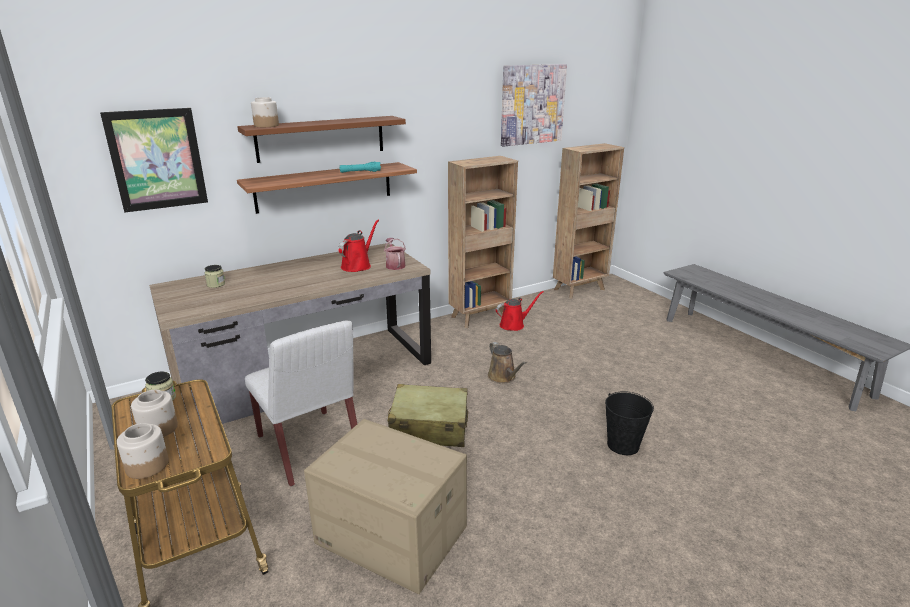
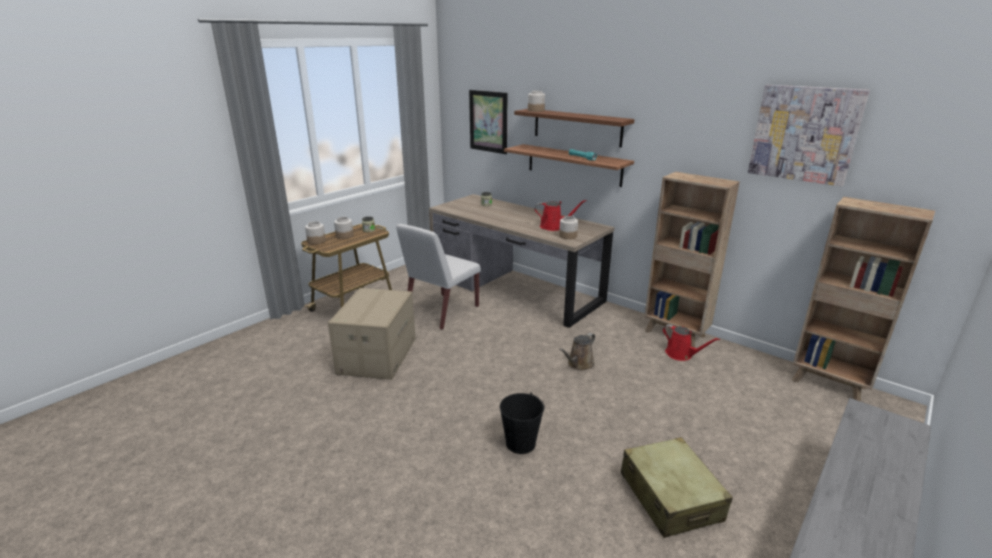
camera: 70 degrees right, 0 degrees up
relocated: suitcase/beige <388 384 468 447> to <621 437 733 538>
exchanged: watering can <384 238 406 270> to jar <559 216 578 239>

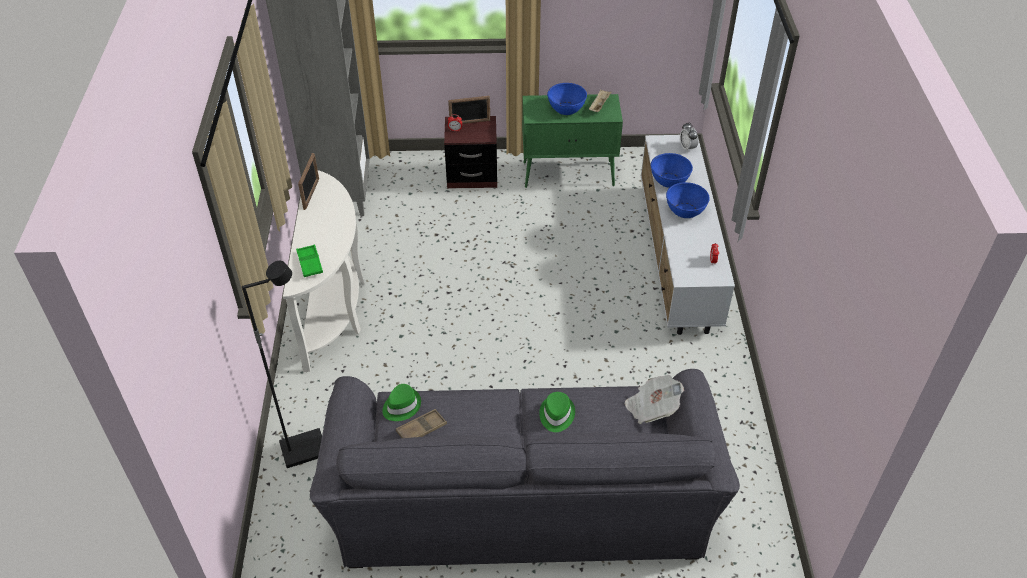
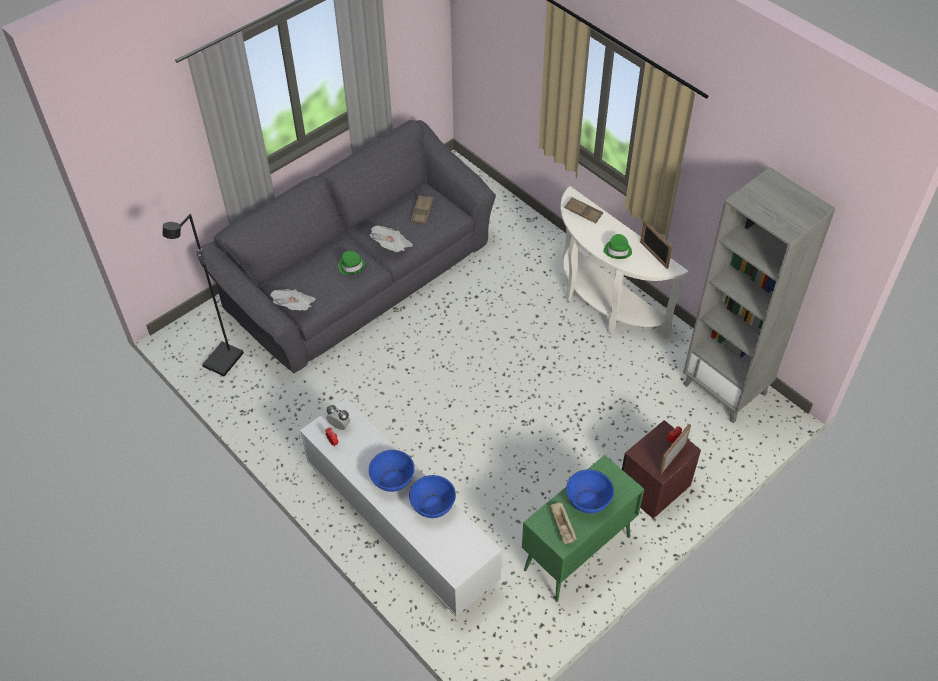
camera: 140 degrees right, 5 degrees up
appeared: newspaper <370 225 413 252>
relocated: alarm clock <680 122 699 152> to <326 405 351 430>; floor lamp/black <242 261 322 468> to <163 214 244 376>; hat/green <383 384 421 421> to <604 234 632 259>
colour: tray/green <296 244 323 277> to tray/brown <565 197 603 223>

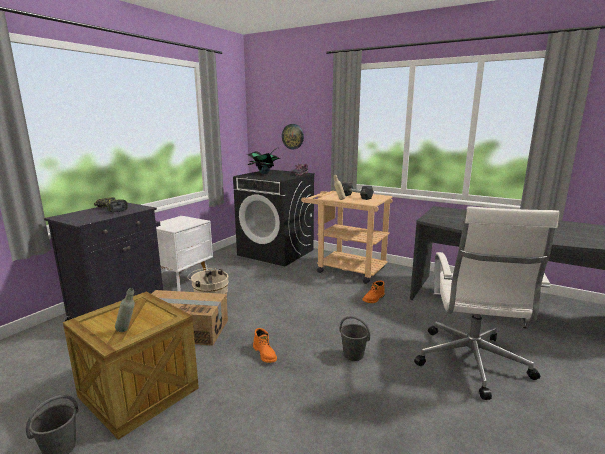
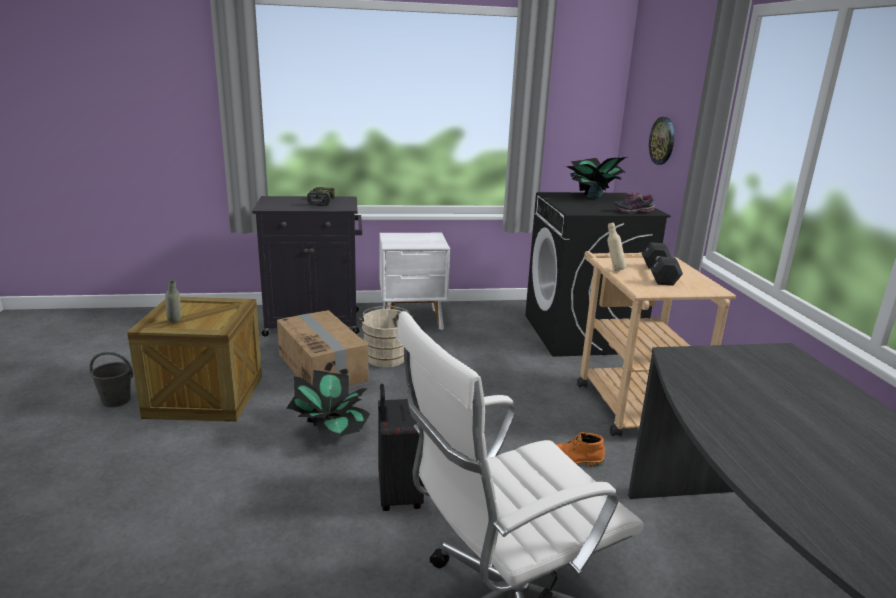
camera: 50 degrees right, 5 degrees up
exchanged: bucket/grey <340 316 370 361> to suitcase/black <378 384 424 511>; boot/orange <253 328 277 363> to potted plant <286 370 370 440>

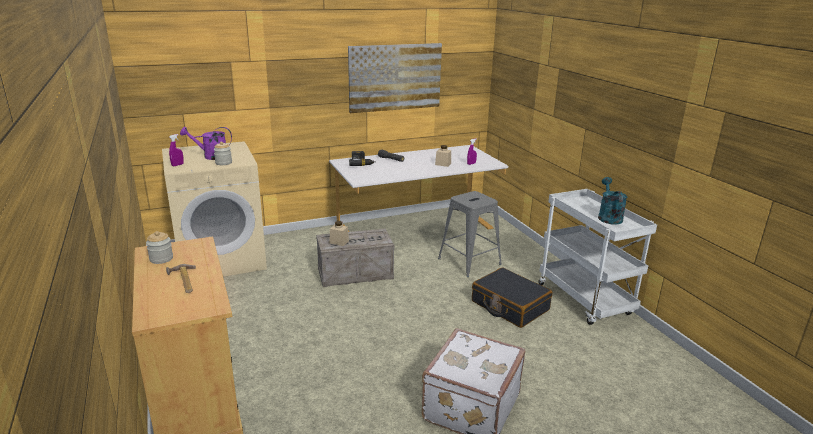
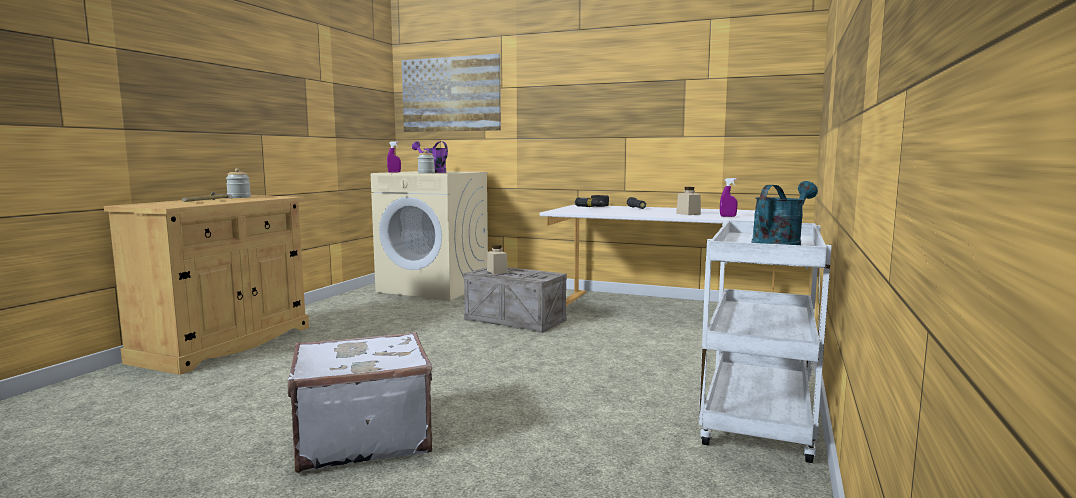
camera: 45 degrees right, 15 degrees down
missing: stool/grey <438 191 502 277>; suitcase/black <472 267 552 328>
relocated: picture <348 43 442 113> to <401 54 501 132>

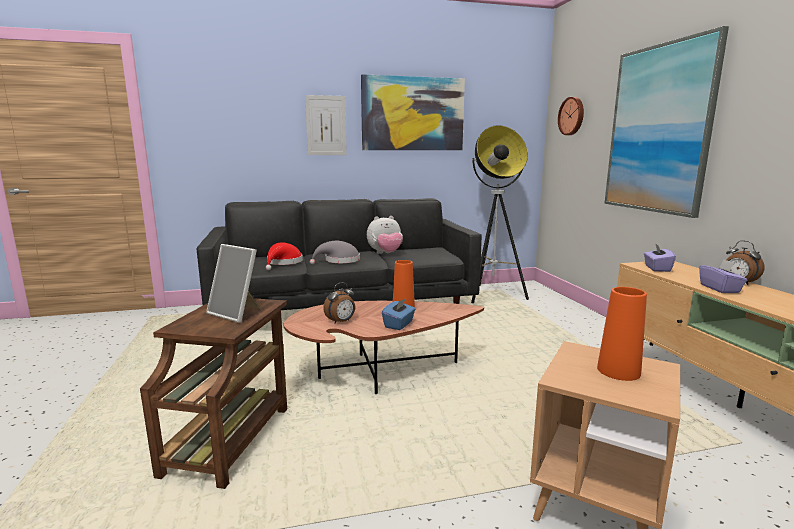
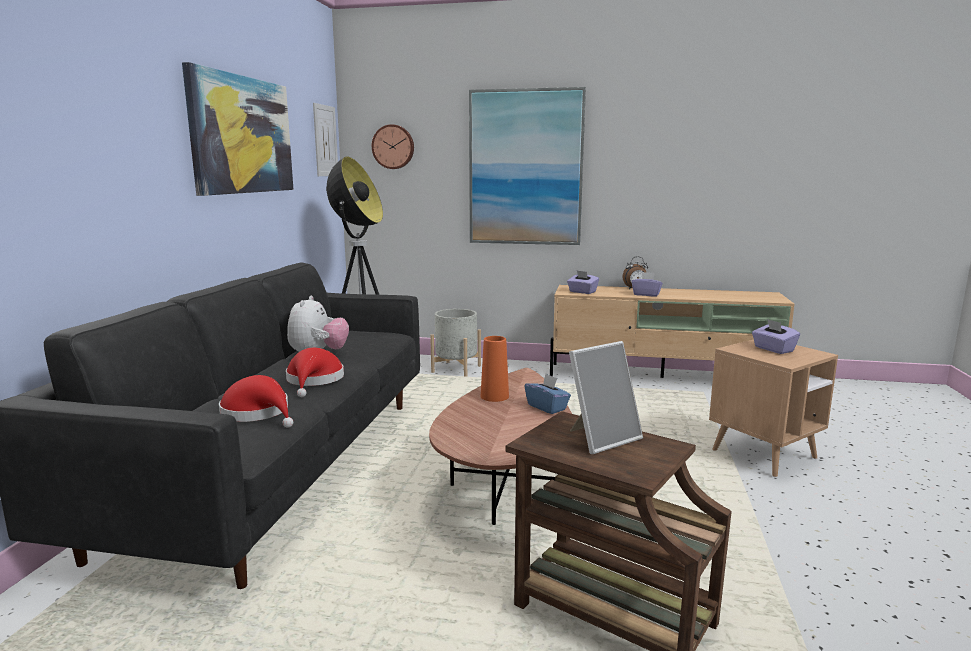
camera: 65 degrees left, 0 degrees up
missing: alarm clock <323 282 355 324>
appeared: planter/grey <430 309 481 377>
relocated: picture <305 95 347 155> to <313 103 338 176>
exchanged: vase/orange <597 287 647 381> to tissue box/purple <752 319 800 354>
colour: hat/grey <310 241 360 264> to hat/red <286 348 344 397>

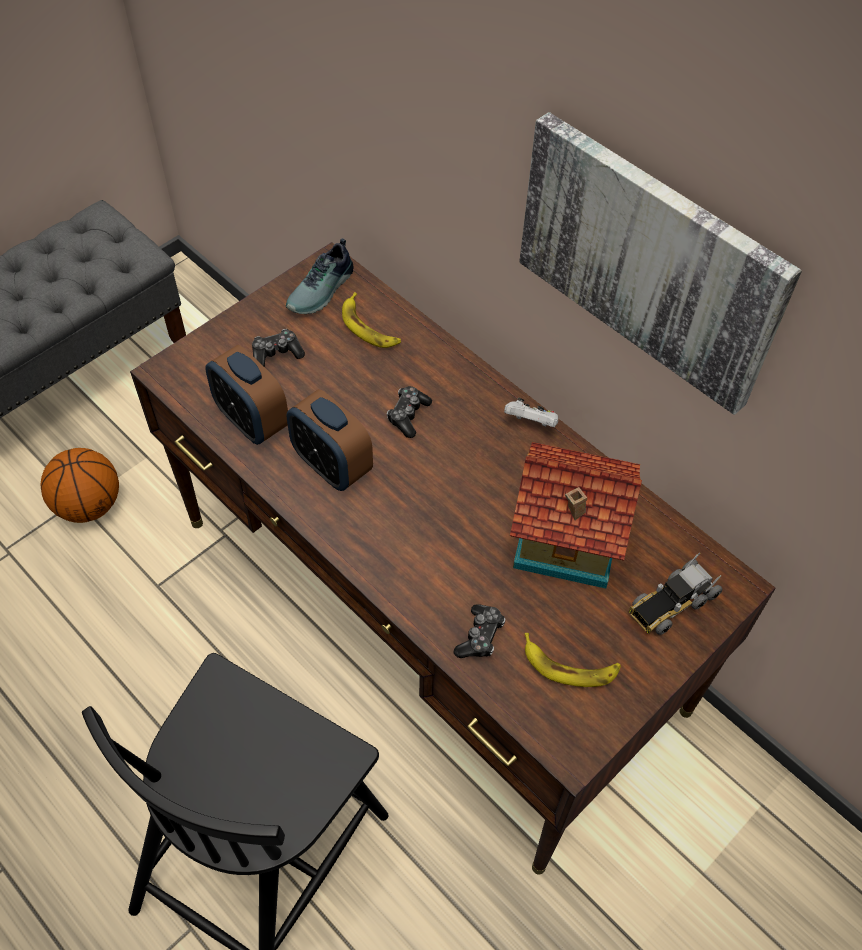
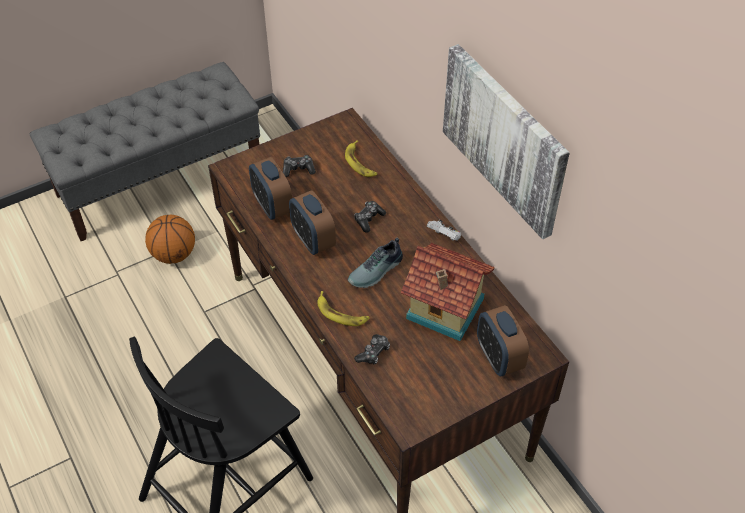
camera: 15 degrees right, 5 degrees down
relocated: shoe <286 238 354 314> to <348 238 403 288>; banana <525 633 621 687> to <317 291 370 326>
exchanged: toy truck <629 553 722 635> to alarm clock <477 305 529 376>

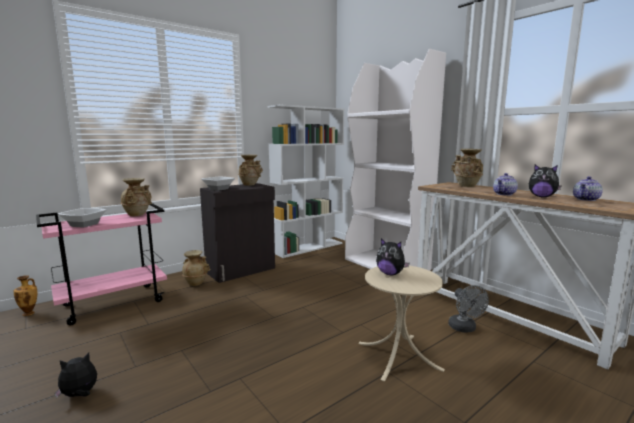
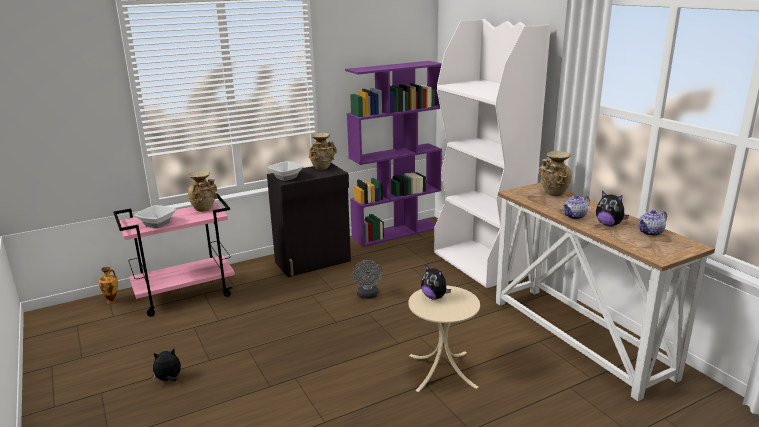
camera: 10 degrees right, 10 degrees up
missing: vase/beige <182 250 210 286>
relocated: fan/grey <448 285 489 333> to <353 260 382 299>
colour: bookcase/white <268 105 344 258> to bookcase/purple <345 61 442 247>

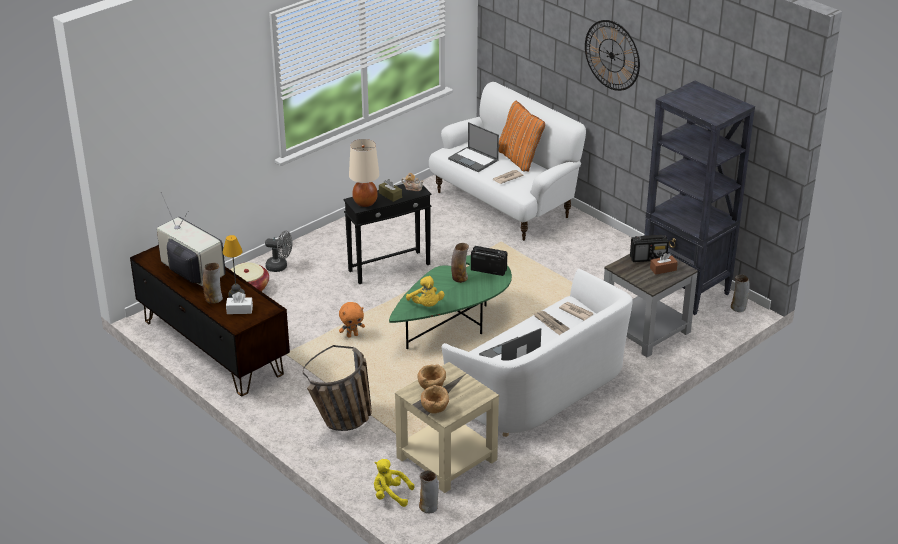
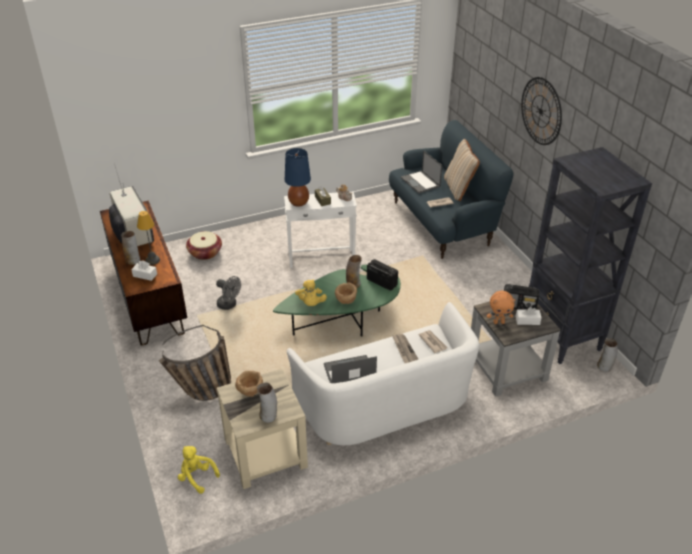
camera: 20 degrees right, 5 degrees up
relocated: fan/grey <265 231 293 272> to <216 276 241 310>; plush toy/orange <339 302 365 338> to <487 291 515 324>; bowl/brown <421 385 449 414> to <335 282 357 304>; vase <419 470 438 513> to <257 383 277 423>
colour: sofa/white <429 82 586 241> to sofa/blue <389 120 513 259>; pillow/orange <499 101 545 172> to pillow/beige <444 139 480 201>; table lamp/beige <349 139 380 207> to table lamp/blue <285 148 311 207>; side table/black <343 184 432 284> to side table/white <284 192 357 268>; tissue box/brown <650 253 678 275> to tissue box/white <515 307 542 325>

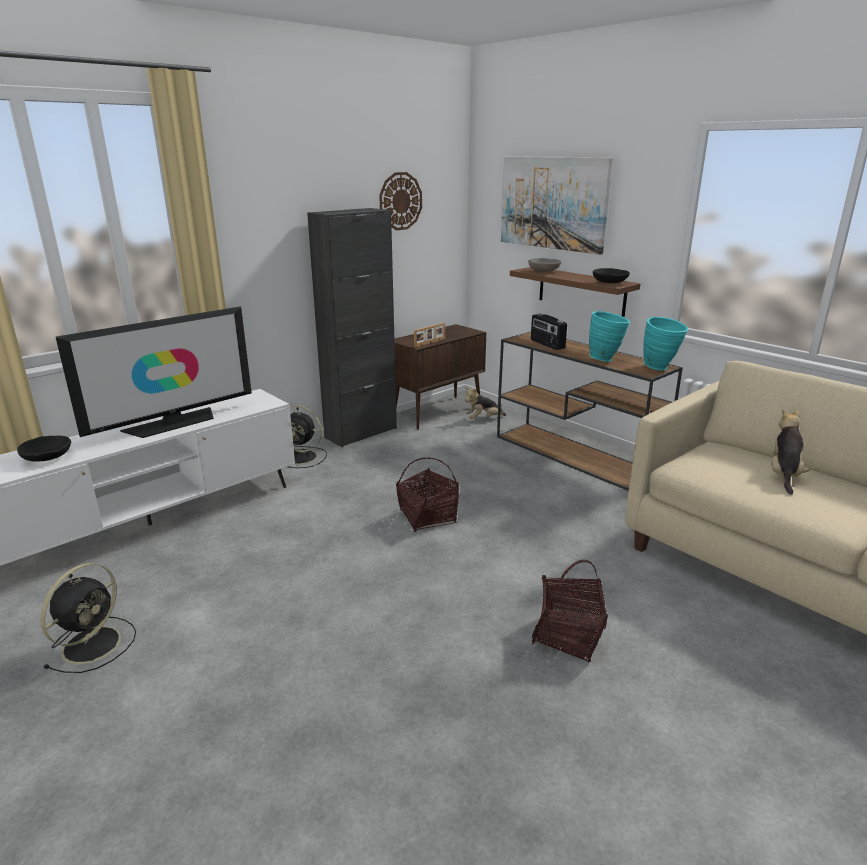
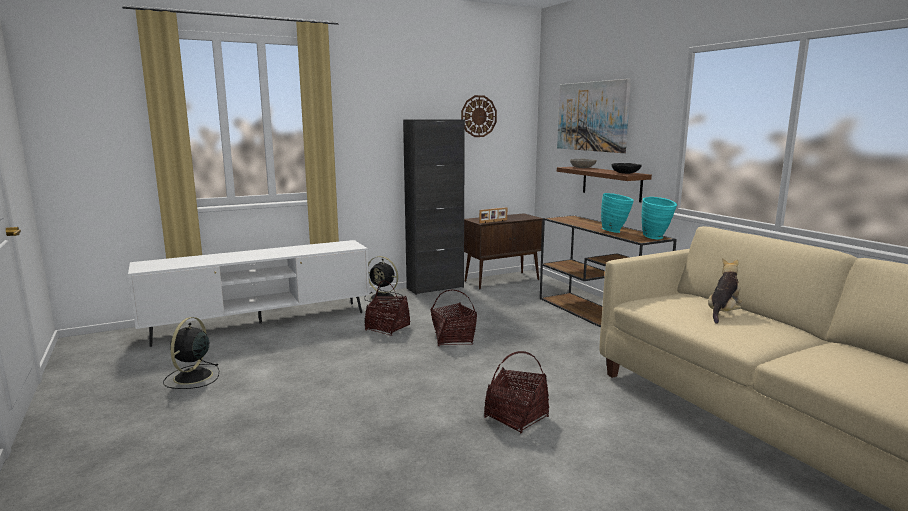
camera: 15 degrees right, 10 degrees down
missing: television <56 306 252 438>; radio <531 314 567 350>; plush toy <465 388 506 419>; bowl/black <17 436 71 462>
appeared: basket <365 280 410 336>
spun: fan/black <41 563 136 673> = <163 317 219 389> 150 degrees clockwise

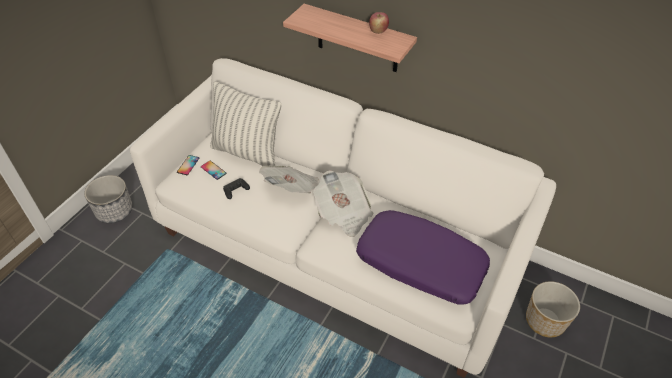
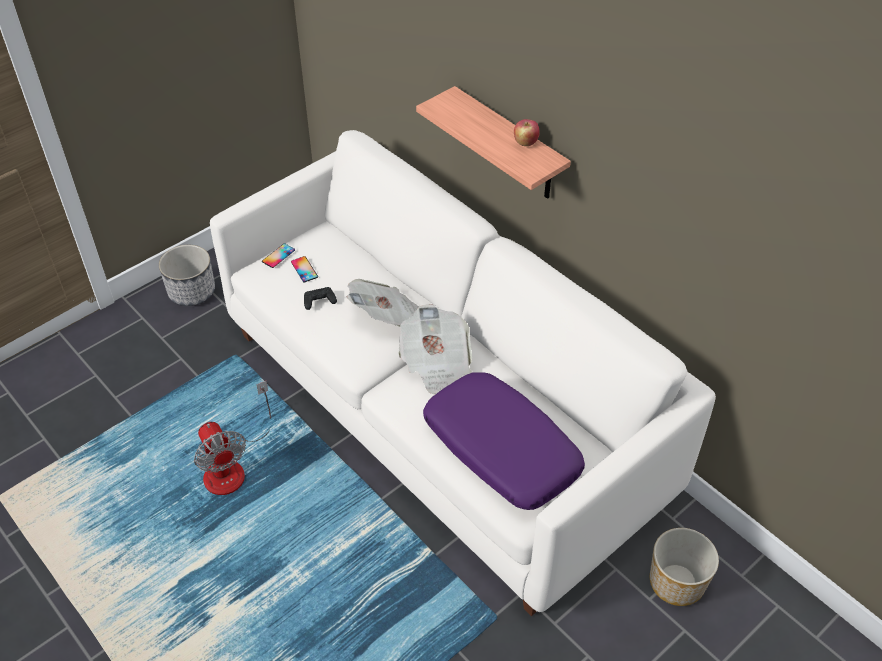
camera: 20 degrees right, 0 degrees up
missing: pillow <210 82 281 166>
appeared: fan <194 381 271 495>

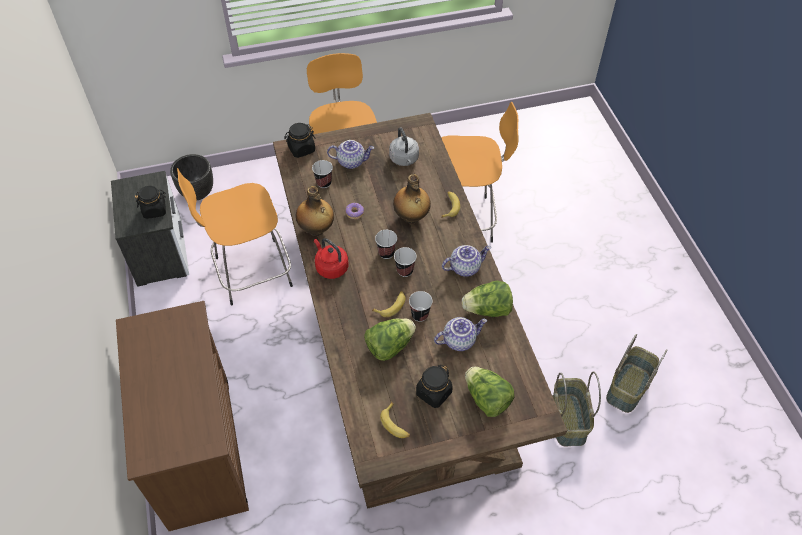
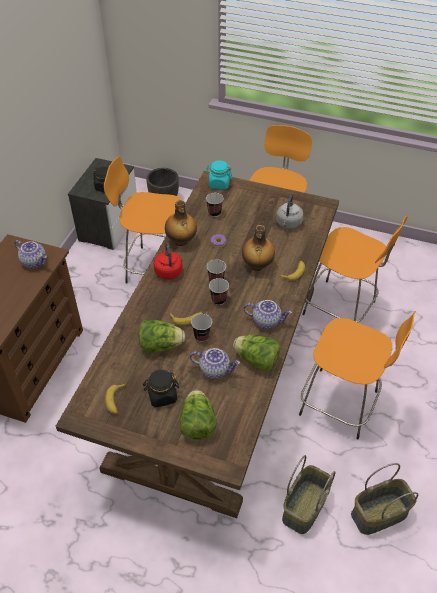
camera: 35 degrees right, 5 degrees down
appeared: stool/orange <299 311 416 440>
relocated: teapot <327 140 374 169> to <15 240 47 268>
colour: jar/black <284 123 316 158> to jar/turquoise <206 160 232 189>

